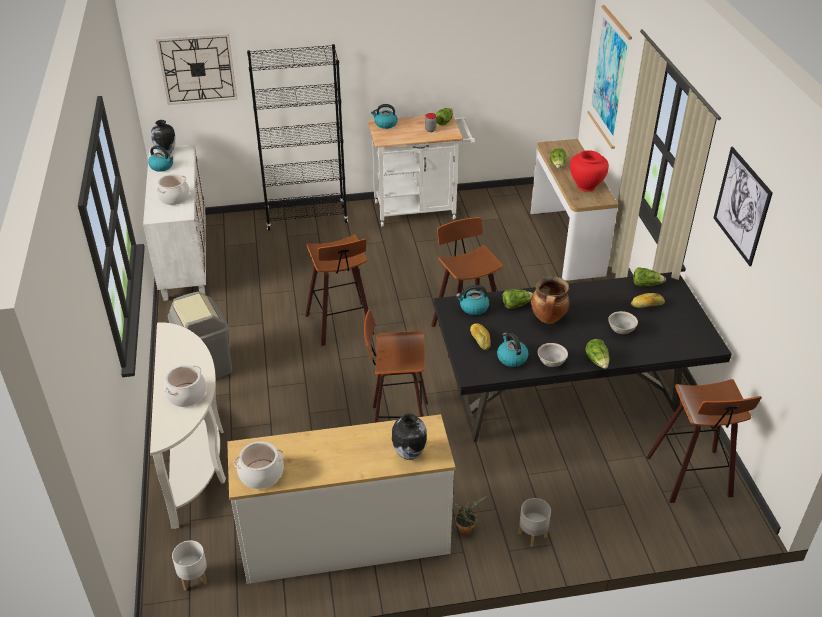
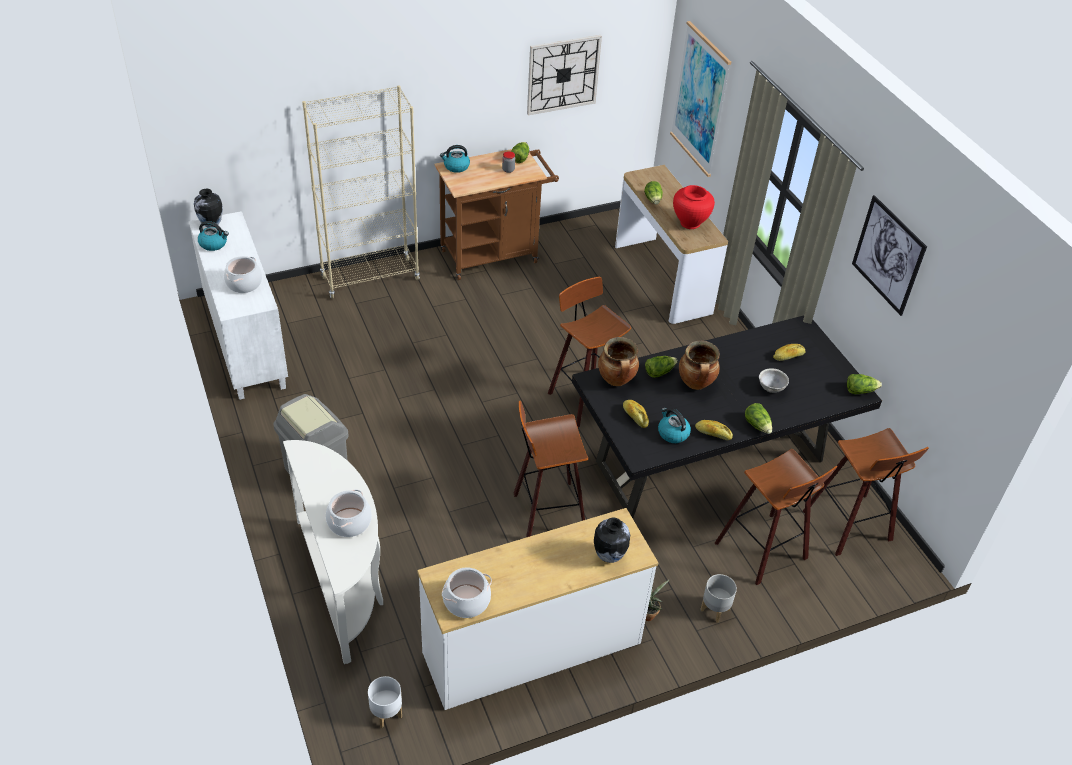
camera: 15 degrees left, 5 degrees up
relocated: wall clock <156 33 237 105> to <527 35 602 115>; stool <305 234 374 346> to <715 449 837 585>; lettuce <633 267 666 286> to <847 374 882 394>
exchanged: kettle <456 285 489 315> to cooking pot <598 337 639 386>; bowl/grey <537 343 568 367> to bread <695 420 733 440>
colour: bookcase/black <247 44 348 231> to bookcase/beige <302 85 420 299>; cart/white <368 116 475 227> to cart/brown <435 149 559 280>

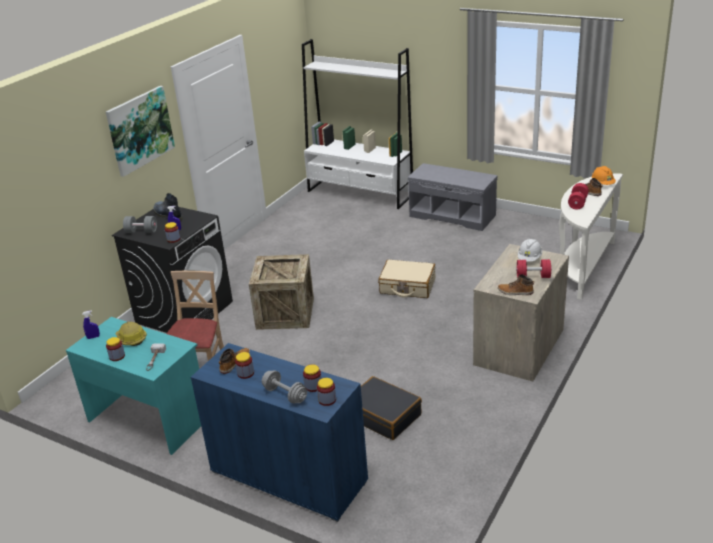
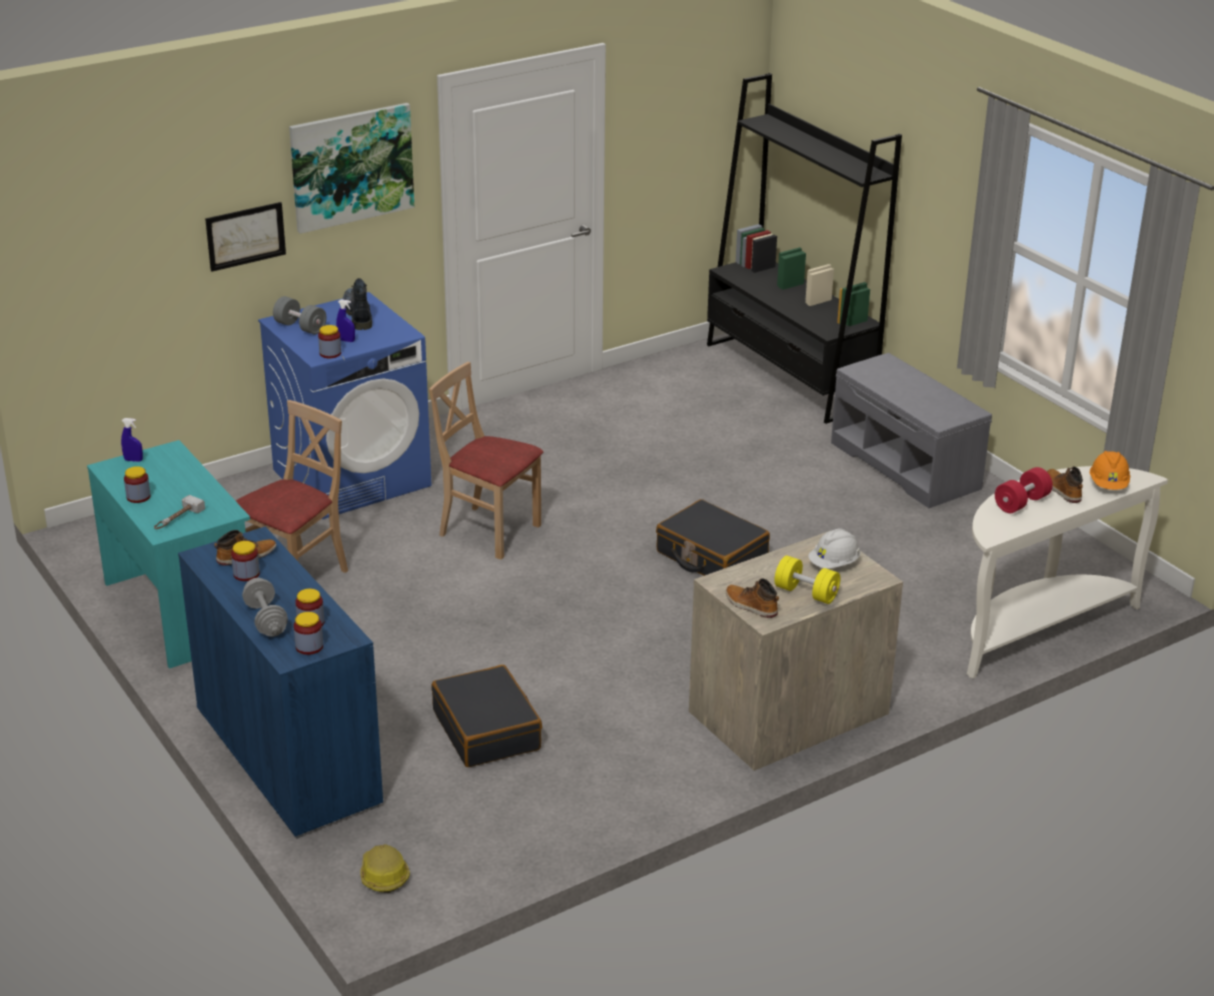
camera: 25 degrees right, 0 degrees up
appeared: picture <205 202 286 272>
relocated: hard hat <116 322 147 346> to <360 844 410 893>
exchanged: crate <249 254 314 330> to chair/beige <429 362 543 560>
colour: bookcase/white <302 39 413 209> to bookcase/black <707 73 902 424>; washing machine/black <112 207 233 333> to washing machine/blue <258 292 431 519>; suitcase/beige <378 259 435 298> to suitcase/black <656 499 770 576>; dumbbell/red <516 259 552 278> to dumbbell/yellow <774 555 840 604>

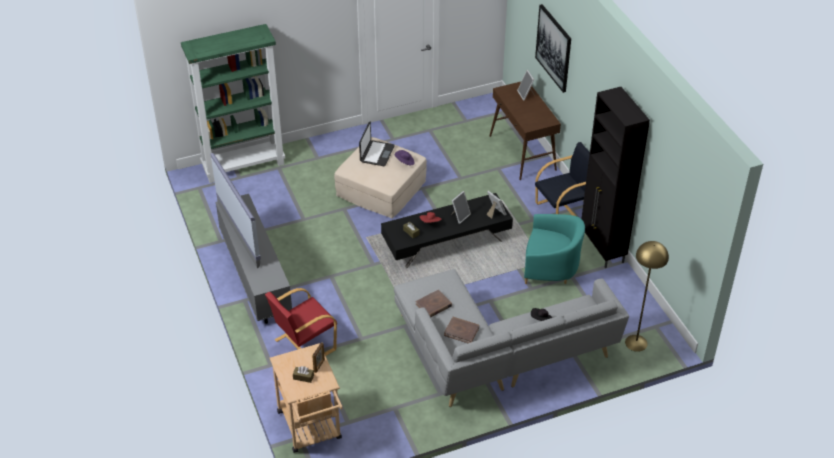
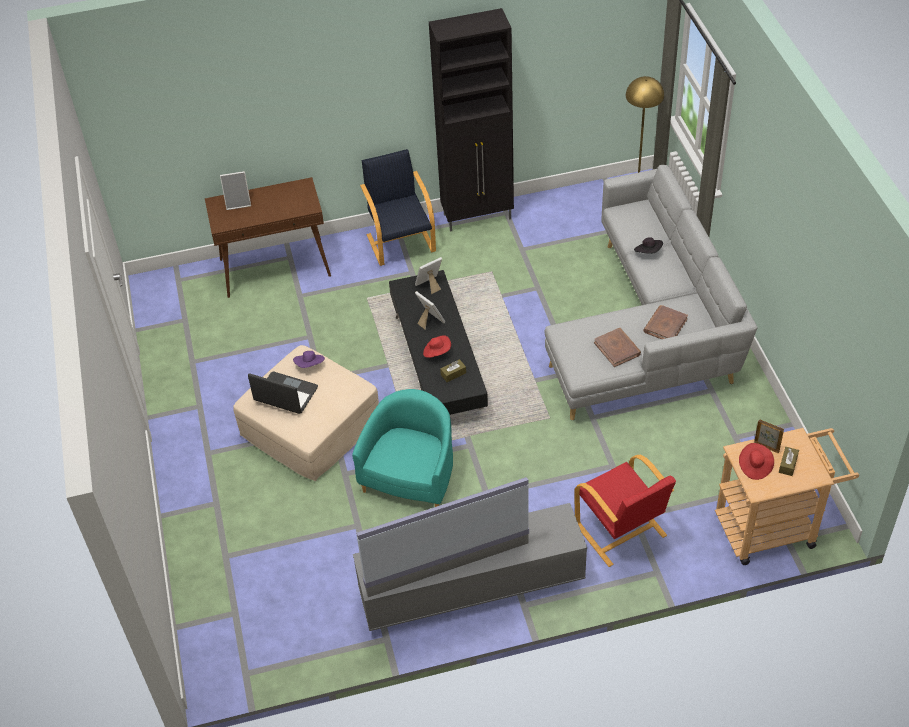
camera: 80 degrees left, 5 degrees up
missing: picture <535 4 571 93>; bookcase/green <181 24 285 183>
appeared: hat/red <739 443 774 480>
relocated: armchair/turquoise <524 214 585 284> to <352 389 453 507>

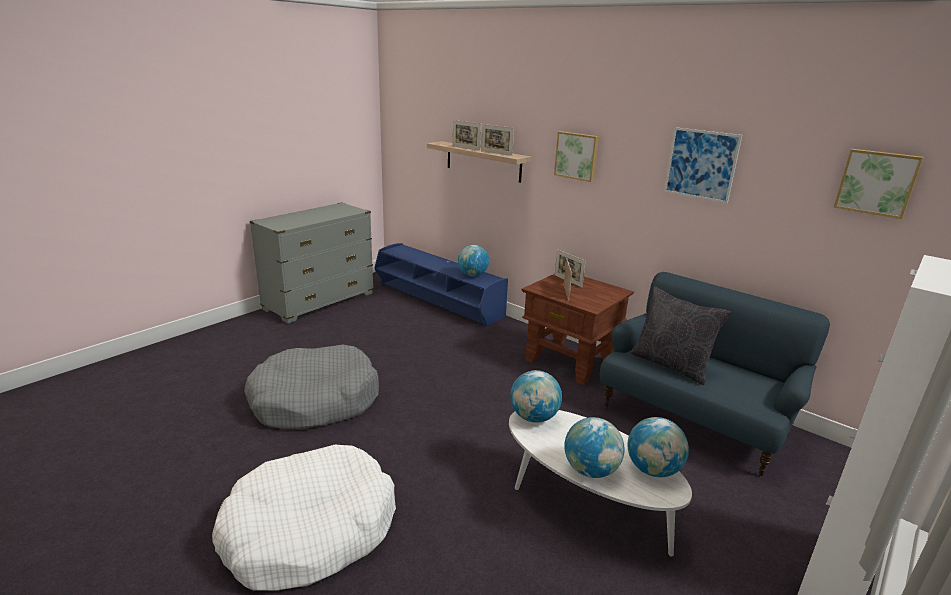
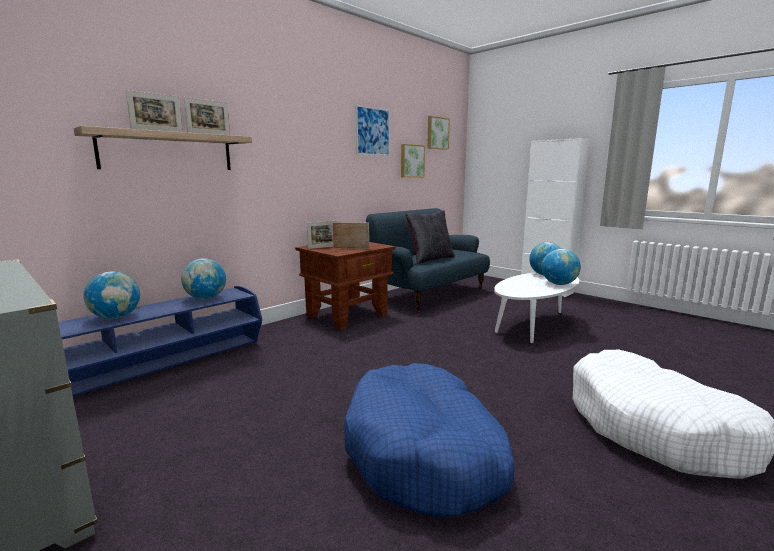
camera: 85 degrees left, 10 degrees down
relocated: picture <554 131 599 182> to <401 144 425 178>; globe <510 370 562 423> to <84 271 140 319>
colour: dog bed/grey <244 344 379 430> to dog bed/blue <344 363 514 518>

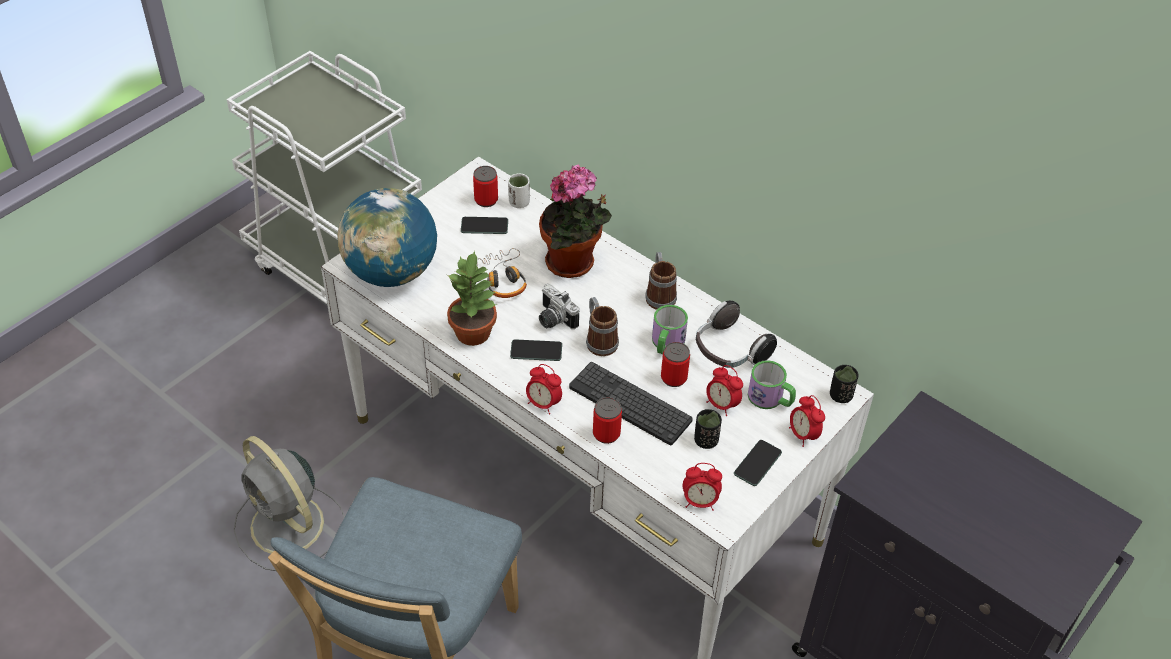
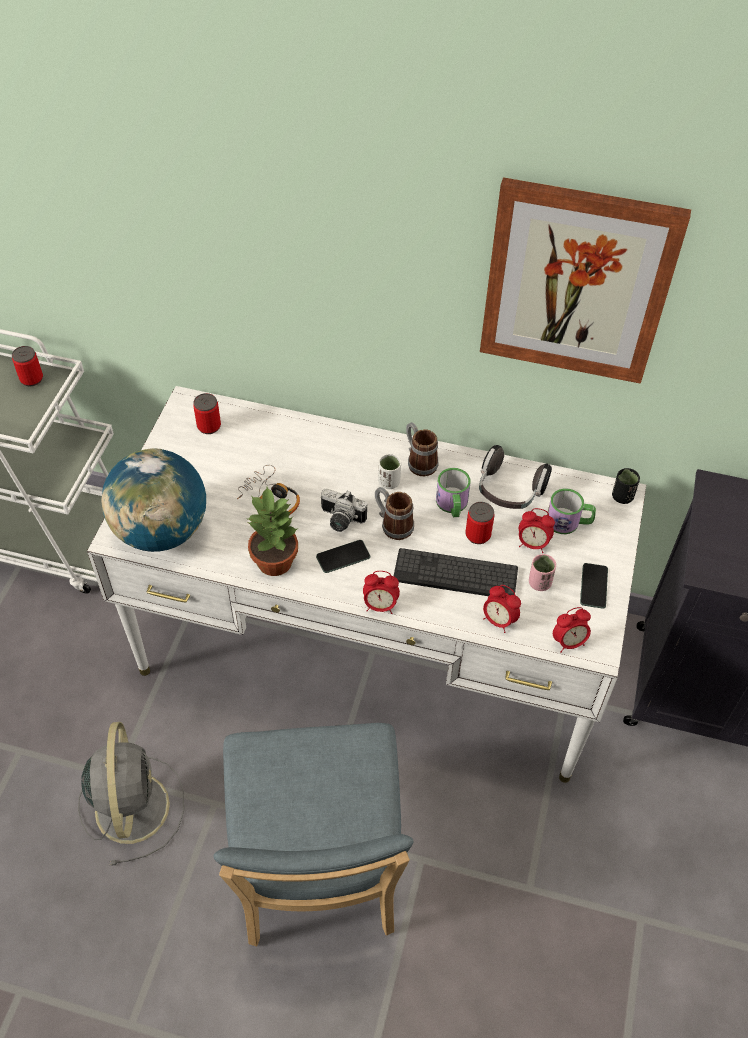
camera: 25 degrees left, 5 degrees up
missing: potted plant <539 164 612 278>; phone <461 217 508 234>
appeared: picture <480 177 691 384>
relocated: cup/white <508 173 530 208> to <378 454 401 489>; alarm clock <789 395 825 447> to <483 585 521 633>; can <593 397 622 444> to <12 346 43 386>
colour: cup/black <694 409 722 449> to cup/pink <529 554 556 591>
spun: fan/grey <233 436 345 571> = <78 722 184 866> 120 degrees counterclockwise

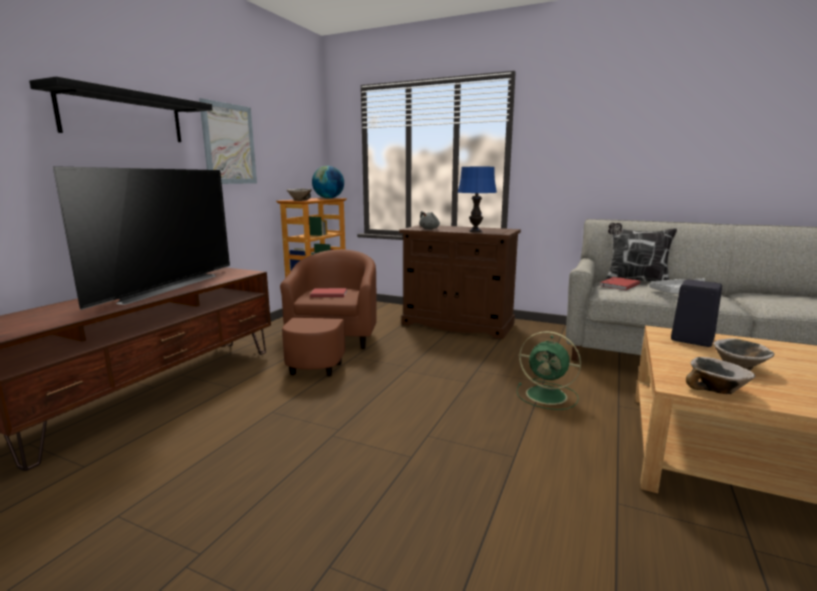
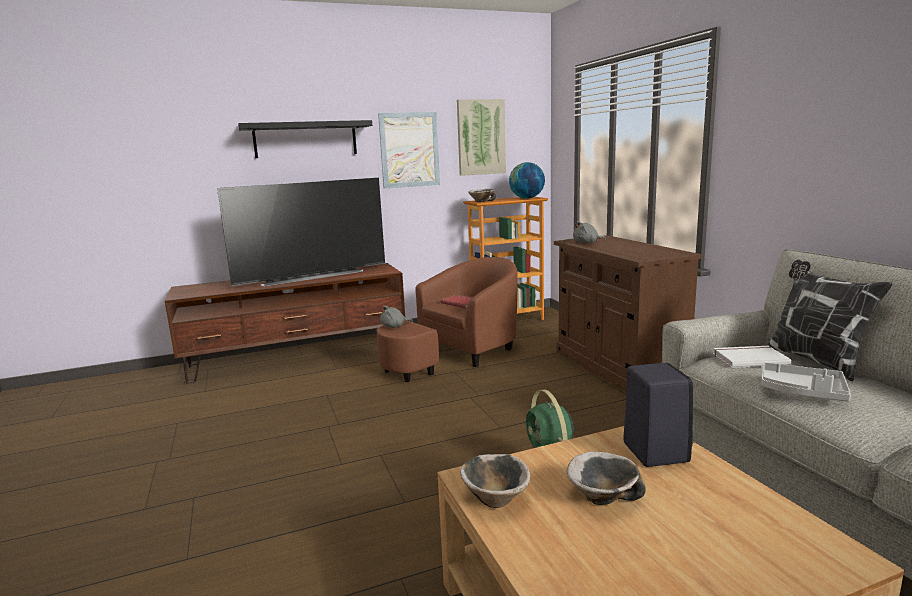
camera: 45 degrees right, 0 degrees up
missing: table lamp/blue <458 167 497 232>
appeared: picture <457 99 506 176>; plush toy/grey <380 305 413 328>
colour: book/red <600 277 640 290> to book/white <713 346 791 368>

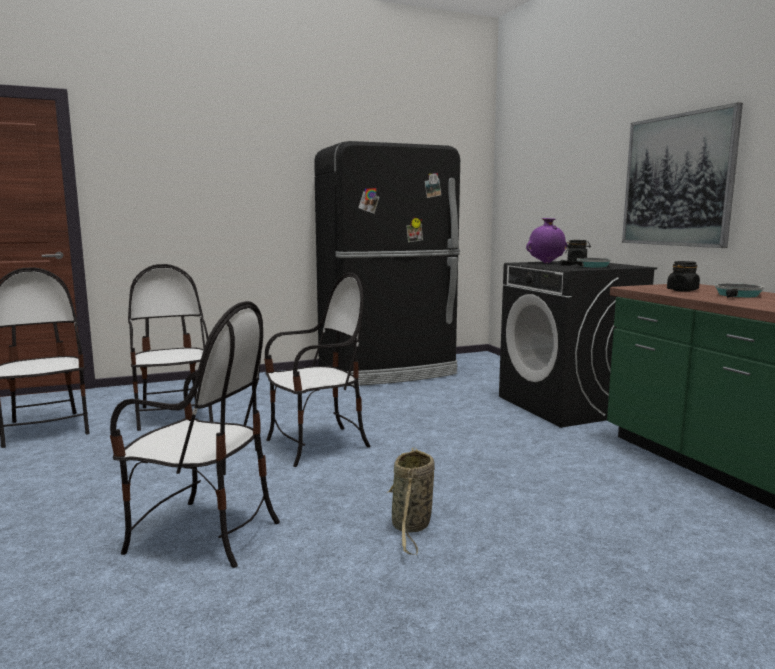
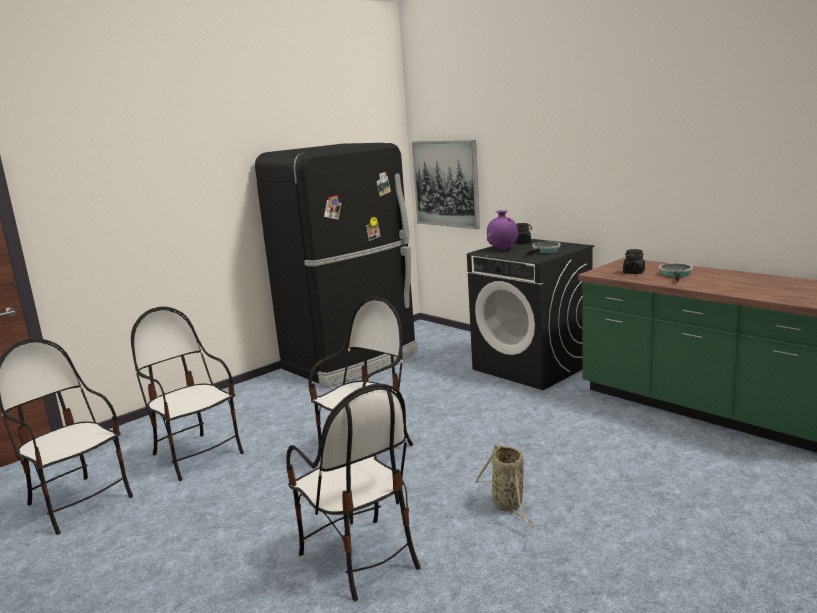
camera: 20 degrees left, 5 degrees up
relocated: picture <622 102 743 248> to <412 140 480 229>
spun: chair <110 301 280 568> = <286 384 421 601> 60 degrees clockwise

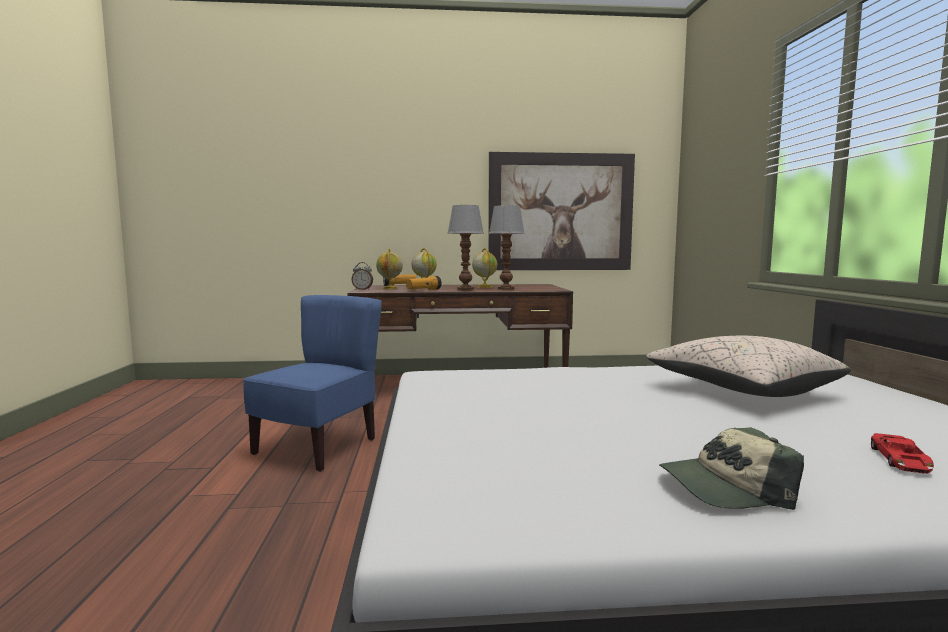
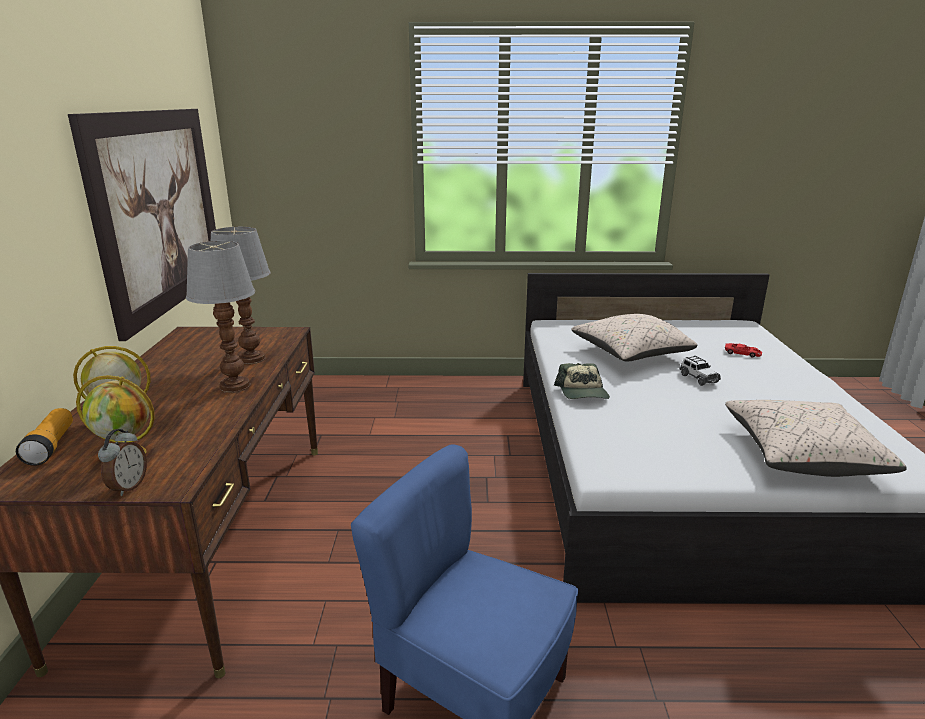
camera: 85 degrees left, 15 degrees up
missing: globe <472 248 497 288>; flashlight <406 276 442 290>
appeared: toy car <679 356 721 386>; pillow/beige <725 400 906 477>
relocated: cap <659 427 804 510> to <554 363 610 399>

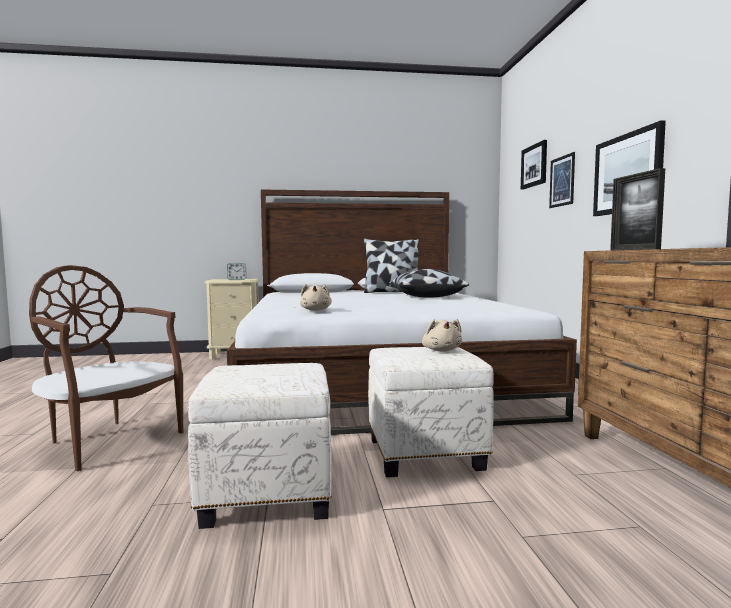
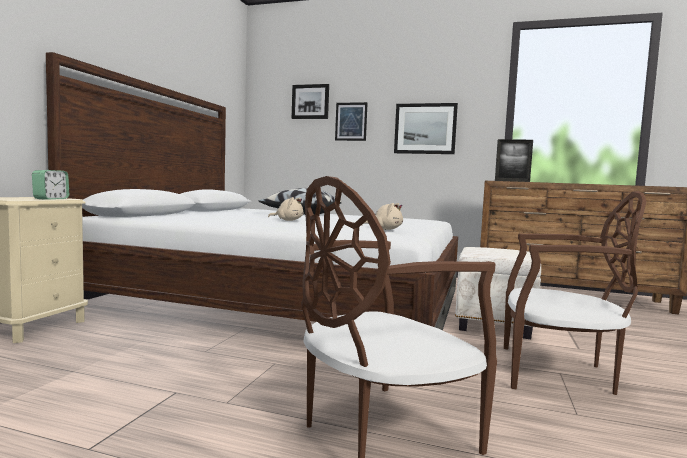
camera: 65 degrees left, 0 degrees up
missing: pillow <364 238 419 293>
relocated: plush toy/beige <422 319 462 352> to <268 197 303 221>
exchanged: ottoman/white <188 363 332 529> to chair/brown <504 191 647 395>

